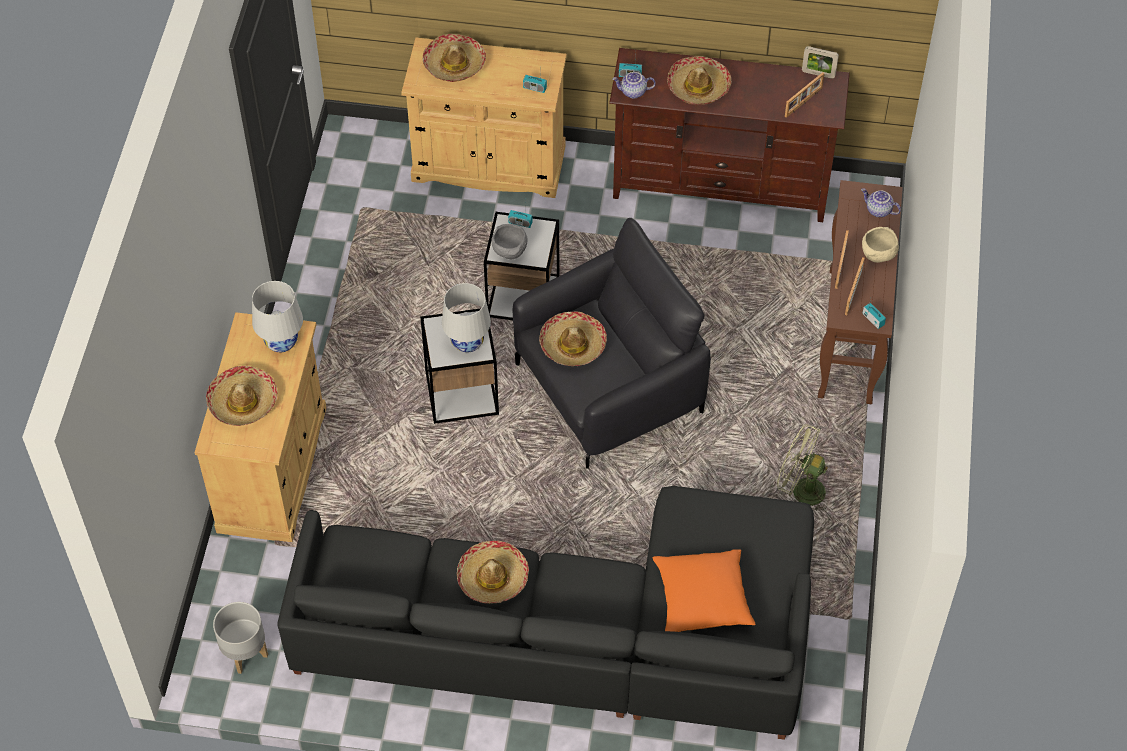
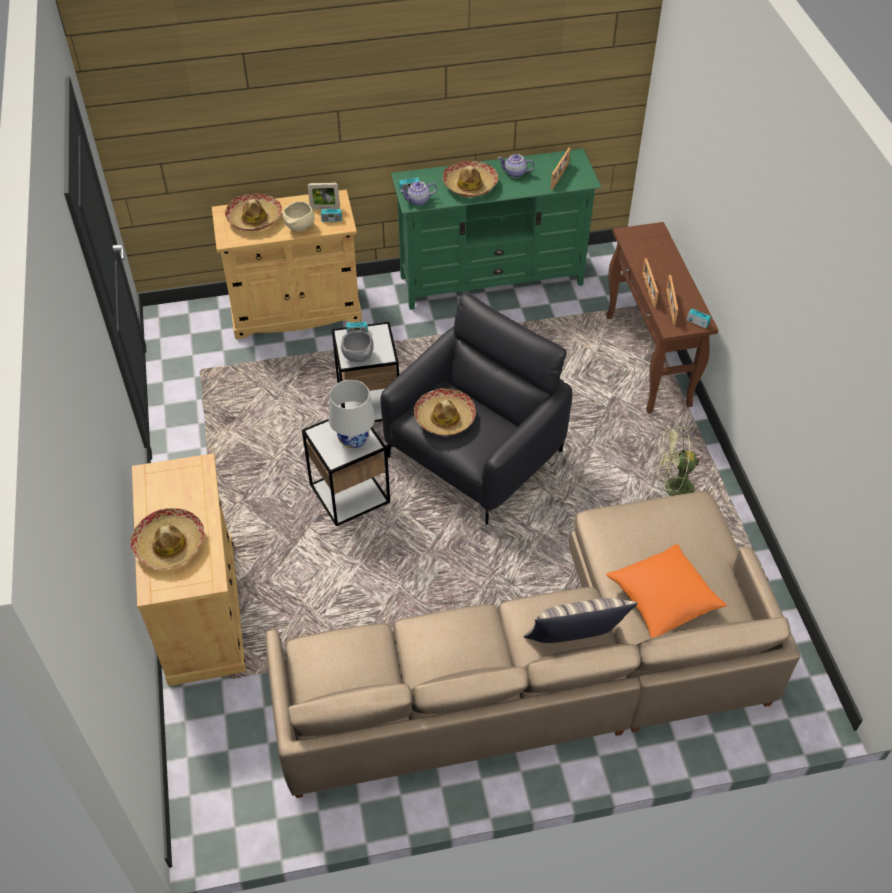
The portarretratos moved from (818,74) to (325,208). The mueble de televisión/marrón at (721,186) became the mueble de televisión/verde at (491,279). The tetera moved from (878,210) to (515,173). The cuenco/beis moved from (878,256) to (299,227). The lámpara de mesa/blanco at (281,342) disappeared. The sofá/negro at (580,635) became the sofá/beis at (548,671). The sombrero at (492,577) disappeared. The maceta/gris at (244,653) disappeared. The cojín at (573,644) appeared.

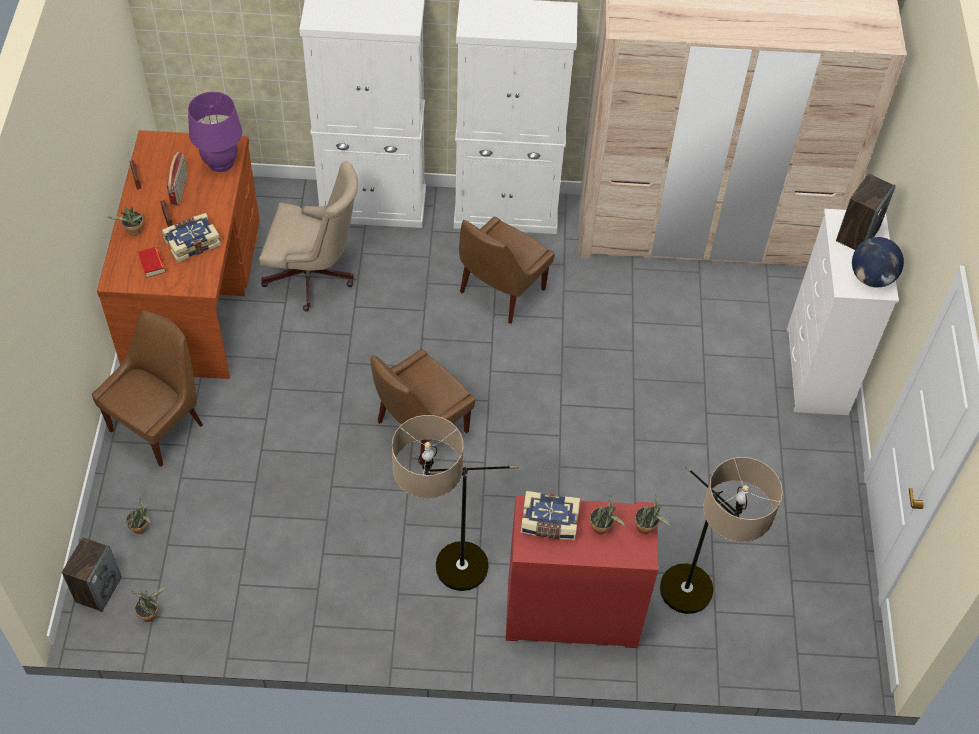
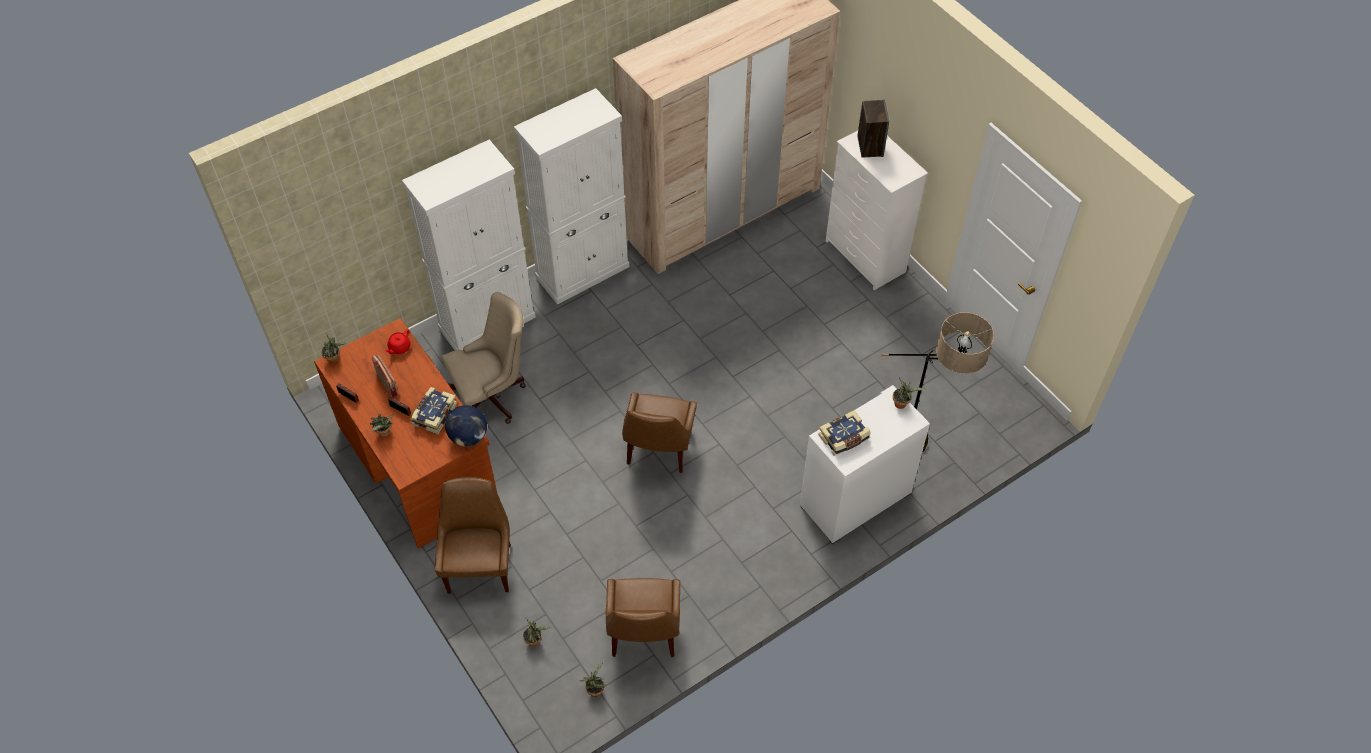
The lámpara de mesa/morado at (220,162) was replaced by the tetera/rojo at (399,347). The silla/marrón moved from (500,292) to (643,634). The globo terráqueo moved from (871,278) to (469,437). The libro at (152,264) disappeared. The lámpara de pie at (443,577) disappeared. The armario/rojo at (571,613) became the armario/blanco at (855,500). The planta en maceta moved from (602,529) to (335,358). The altavoz at (98,589) disappeared.

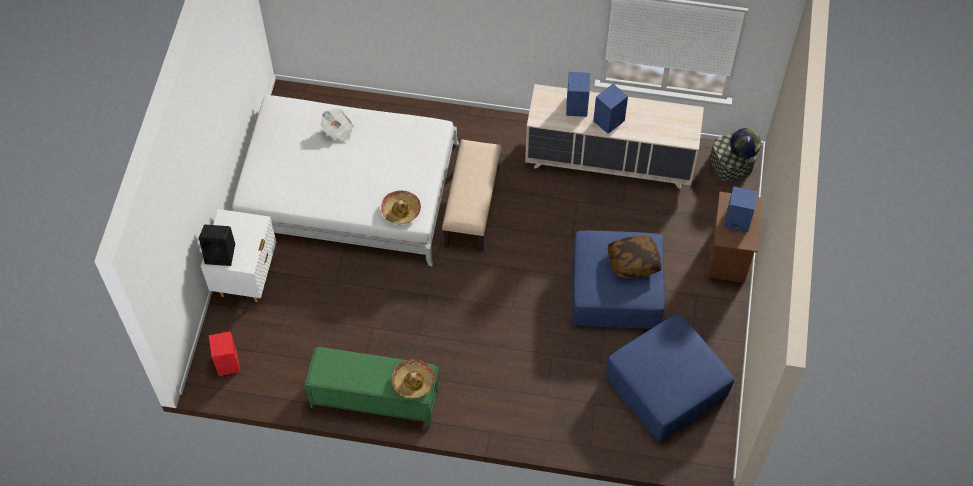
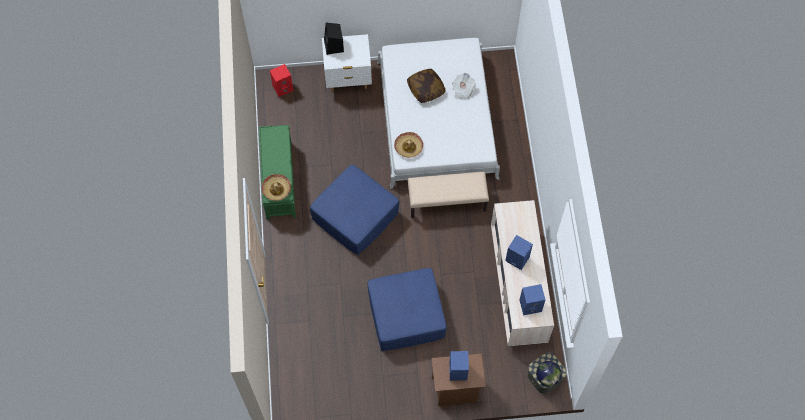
The altavoz/azul moved from (576,106) to (531,305). The cojín moved from (633,262) to (426,89). The puf/azul moved from (666,386) to (355,216).

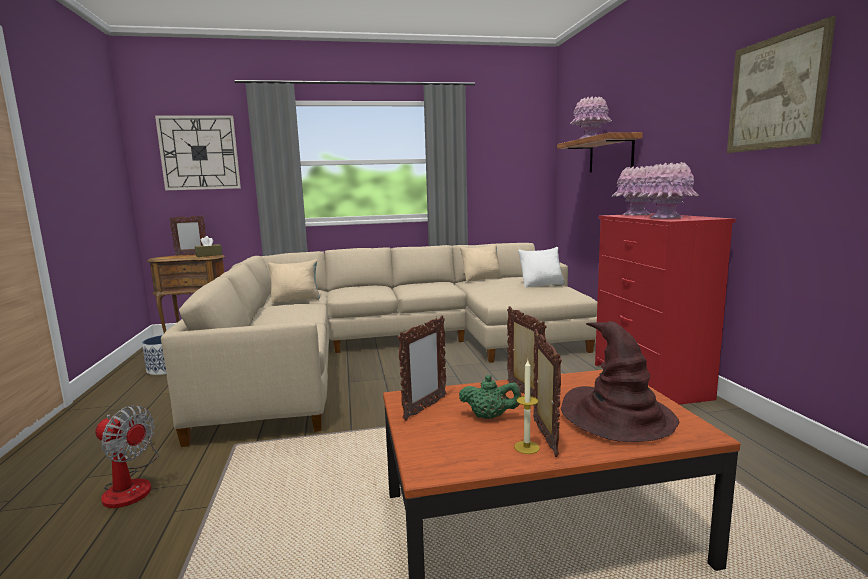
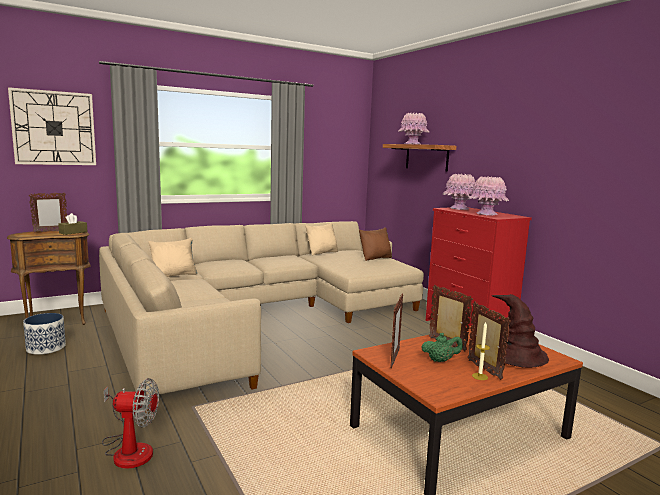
The cuadro at (776,93) disappeared. The cojín/blanco at (542,285) became the cojín/marrón at (375,258).

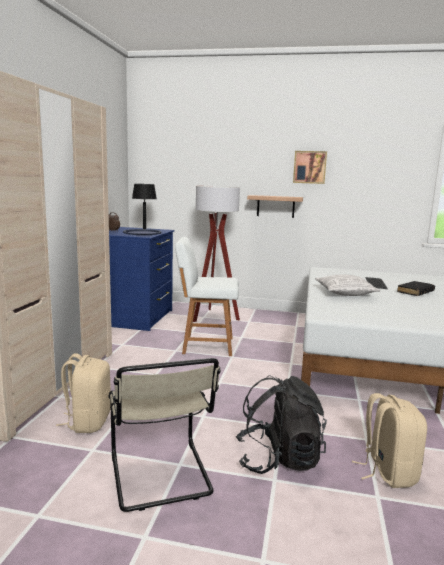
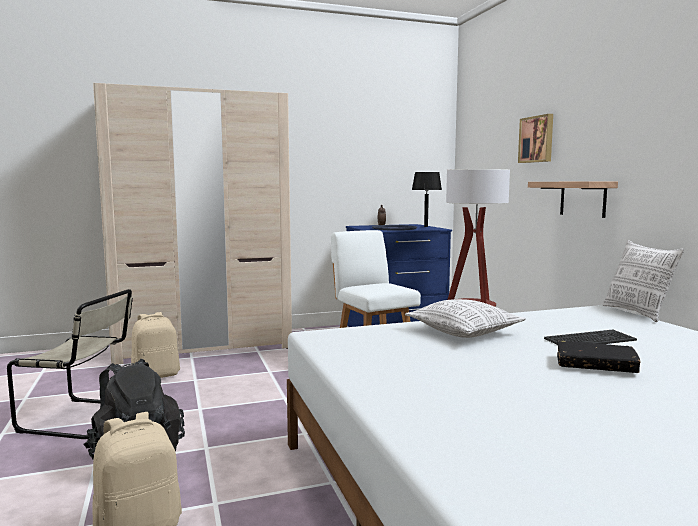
The cuadro moved from (309,167) to (537,139). The silla/beis at (161,477) turned 120 degrees counterclockwise. The cojín at (637,313) appeared.

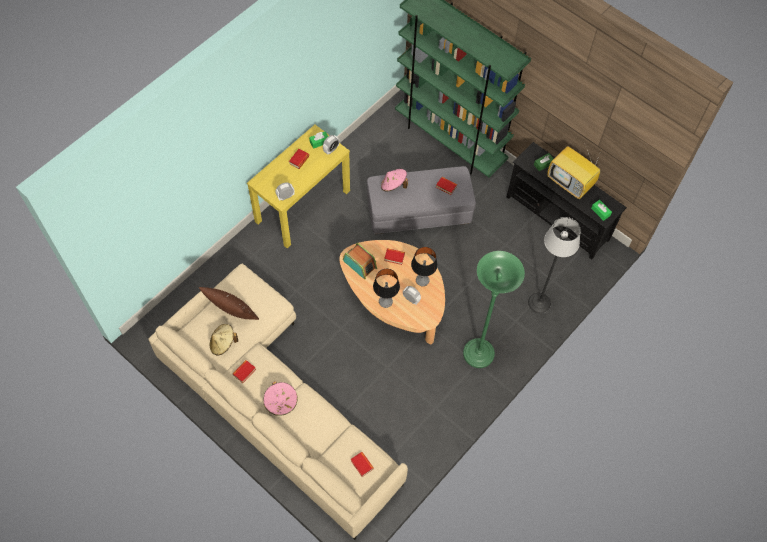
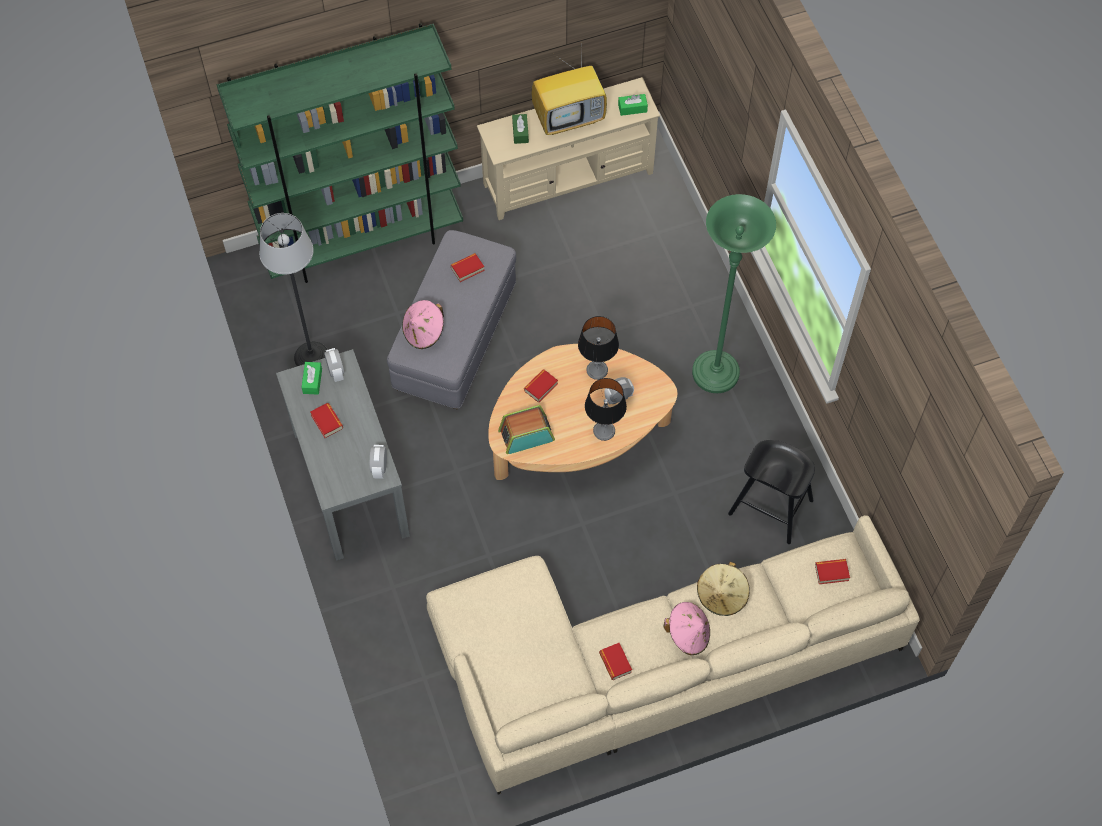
The mesa consola/amarillo at (303,205) became the mesa consola/gris at (349,482). The mueble de televisión/negro at (557,218) became the mueble de televisión/beis at (568,179). The lámpara de pie moved from (539,302) to (311,356). The cojín/marrón at (232,314) disappeared. The sombrero/beis moved from (223,343) to (722,595). The taburete/negro at (770,507) appeared.

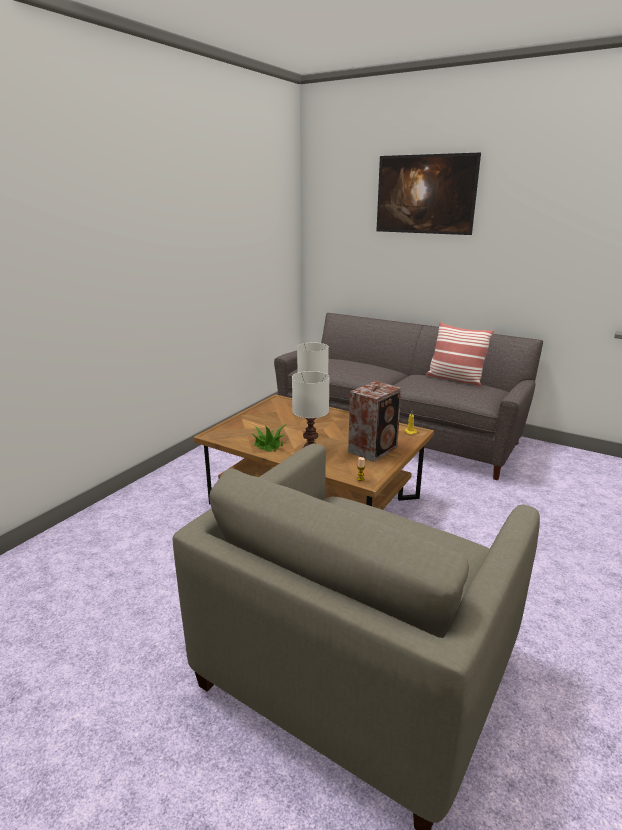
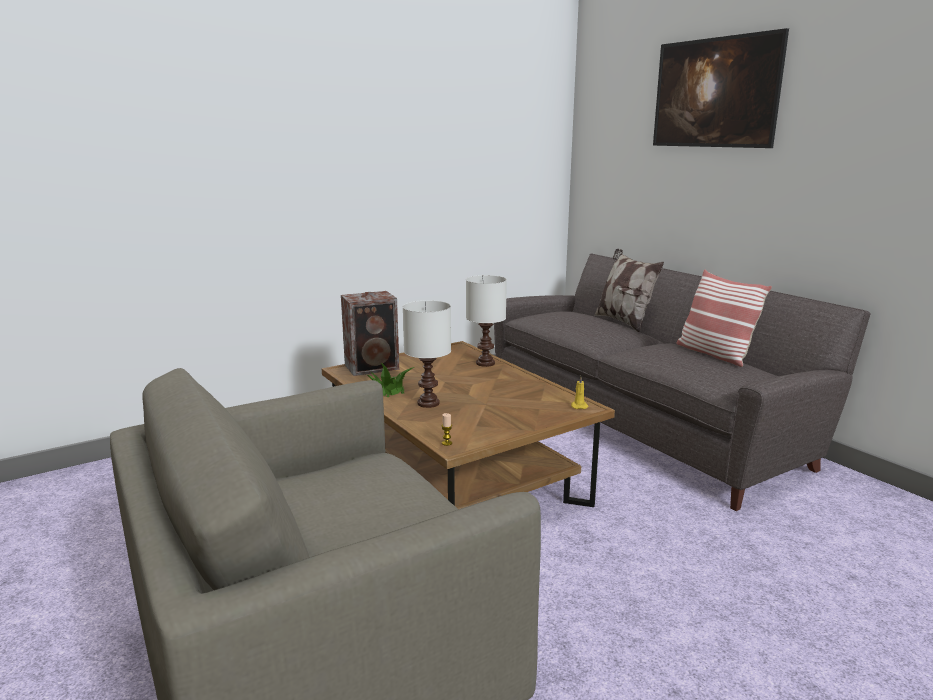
The altavoz moved from (374,449) to (373,367). The cojín at (624,322) appeared.

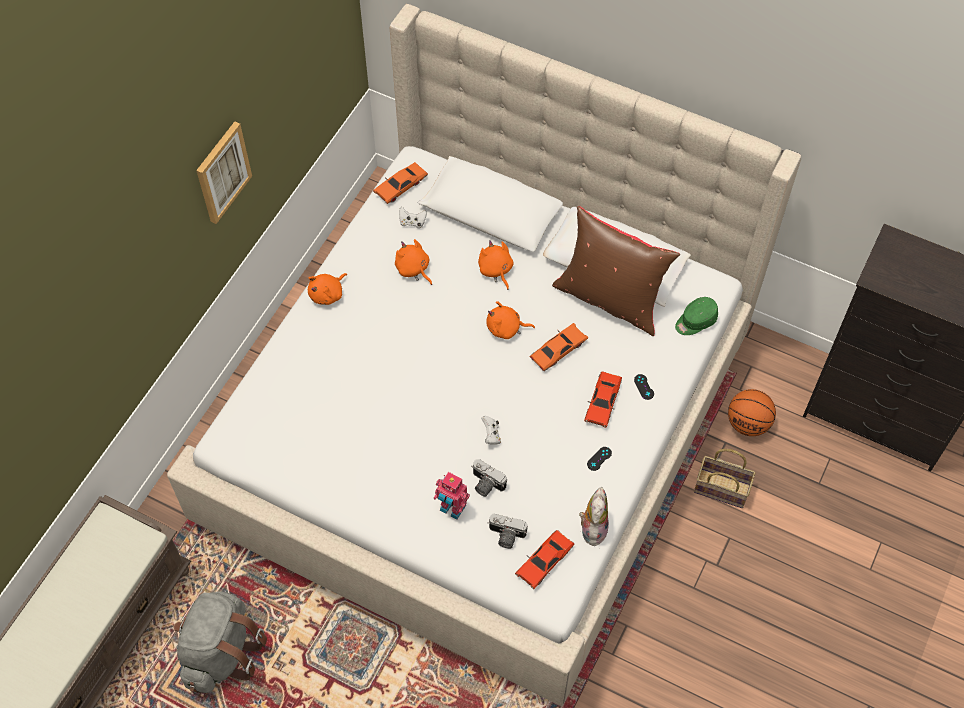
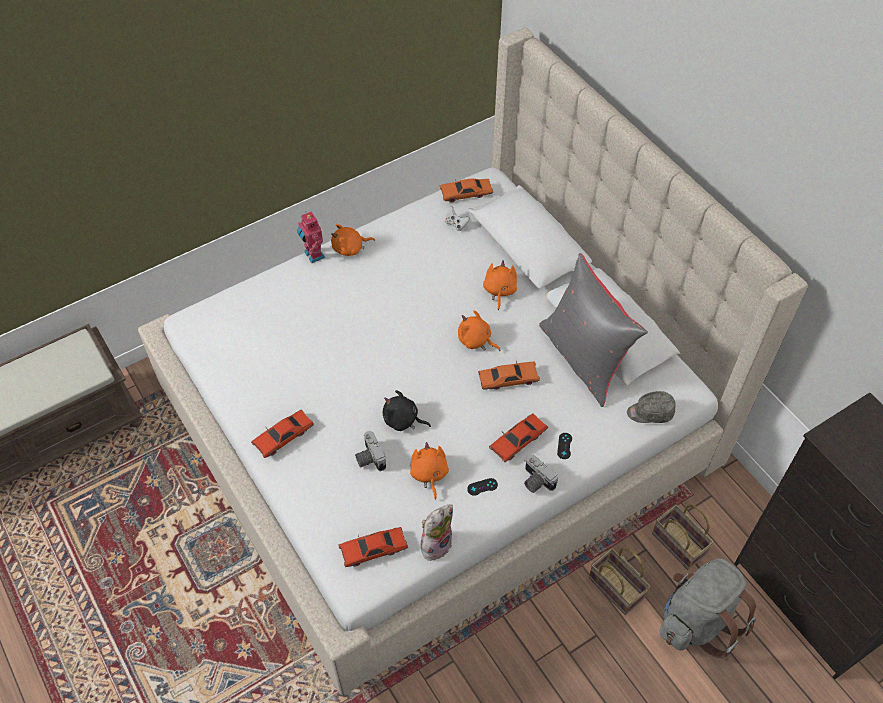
The cuadro at (222,172) disappeared. The cojín/marrón at (610,298) became the cojín/gris at (584,358). The peluche/naranja moved from (413,269) to (429,474). The gorra/verde at (695,321) became the gorra/gris at (650,413). The balón de baloncesto at (747,423) was replaced by the cesta at (677,543). The mando de consola/blanco at (491,435) was replaced by the peluche/negro at (403,420). The robot de juguete moved from (451,509) to (313,255). The cámara moved from (505,536) to (535,481). The mochila/gris moved from (221,653) to (697,620). The coche de juguete/rojo at (283,437) appeared.

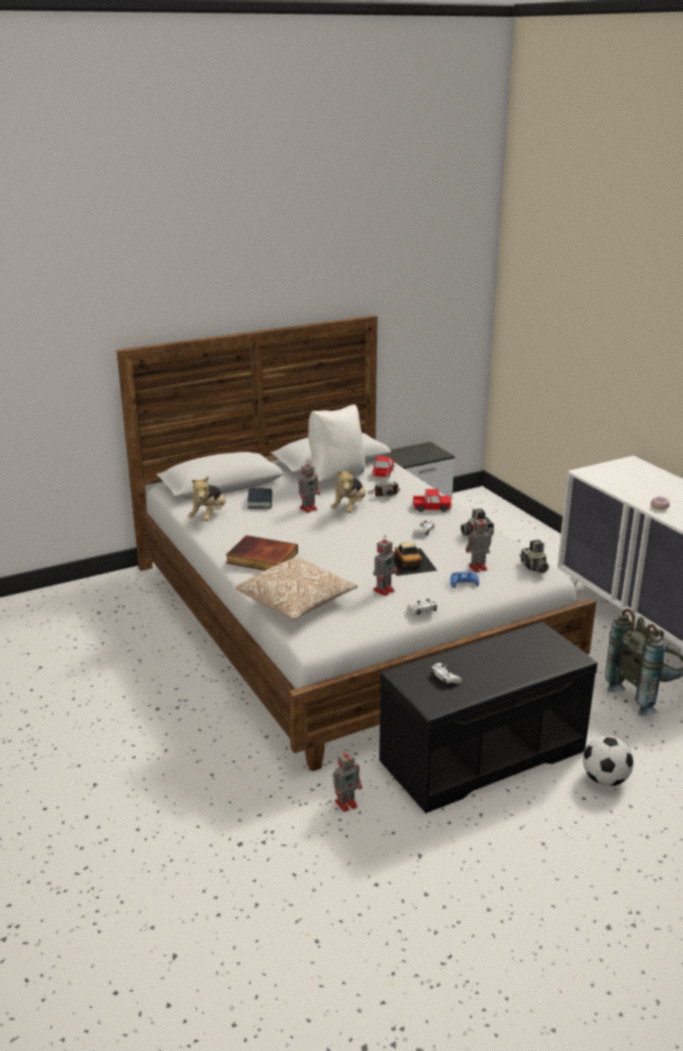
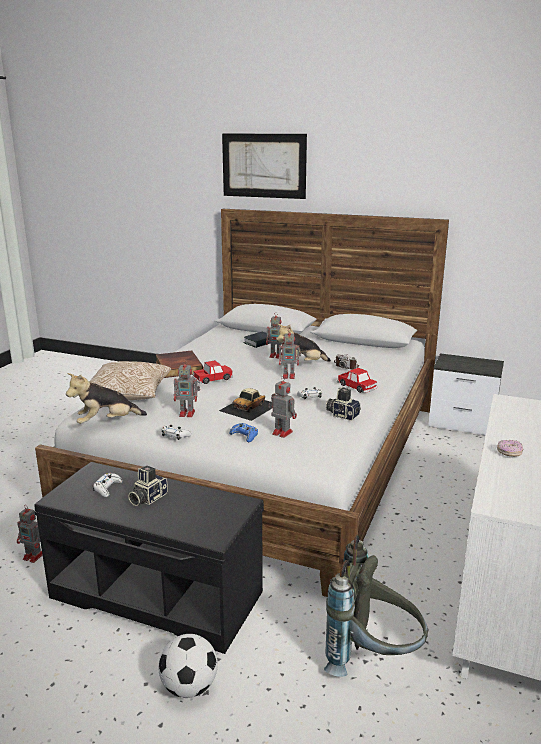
The cojín/blanco at (336,477) disappeared. The coche de juguete moved from (382,473) to (213,379). The peluche moved from (209,516) to (106,422). The cámara moved from (534,568) to (147,498). The cuadro at (263,165) appeared. The robot de juguete at (289,376) appeared.

